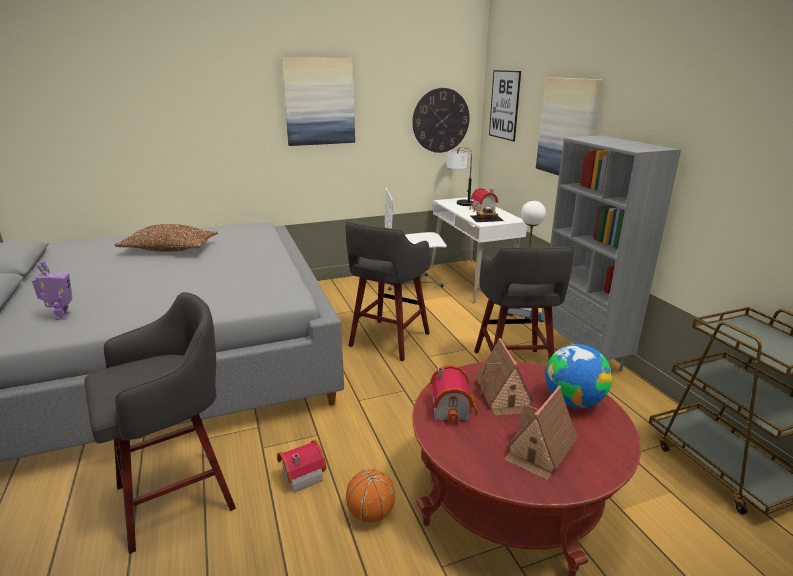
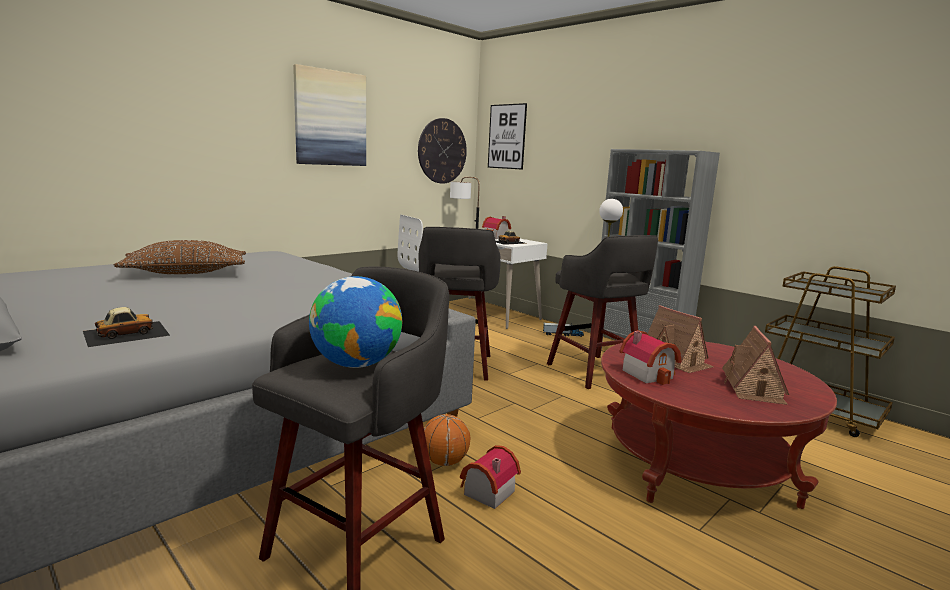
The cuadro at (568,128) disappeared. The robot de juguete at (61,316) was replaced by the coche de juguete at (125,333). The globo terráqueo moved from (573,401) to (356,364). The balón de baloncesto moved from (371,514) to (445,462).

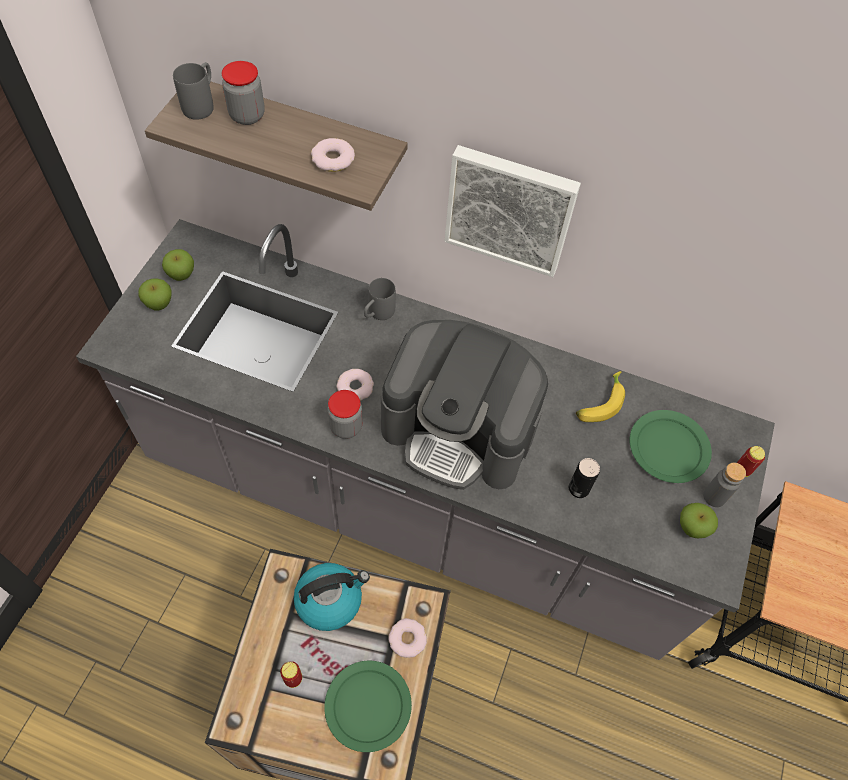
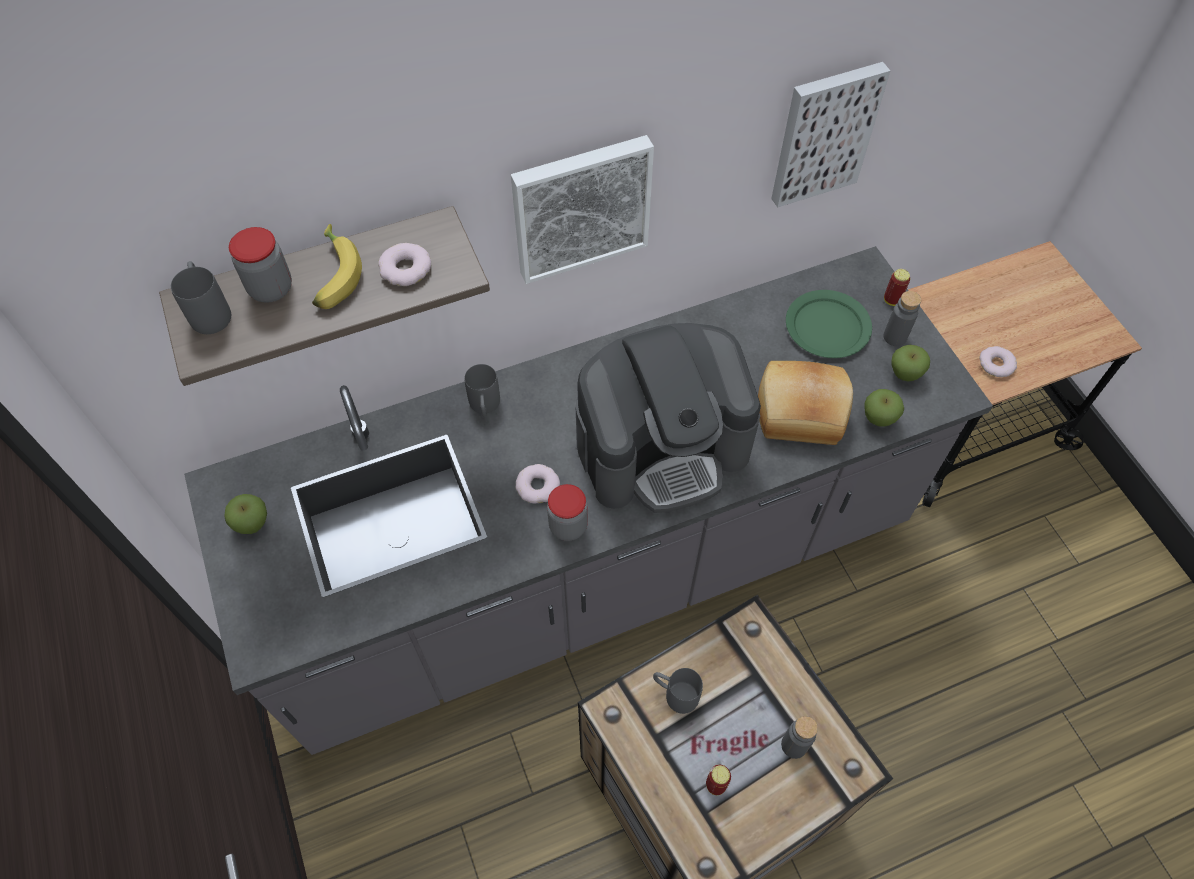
The manzana moved from (159,304) to (878,418). The plátano moved from (599,402) to (333,275). The lata at (578,489) was replaced by the pan at (800,414). The hervidor at (330,600) was replaced by the taza grande/gris at (674,694). The rosquilla moved from (407,639) to (996,364). The plato/verde at (367,705) was replaced by the botella/gris at (794,745). The cuadro at (823,133) appeared.

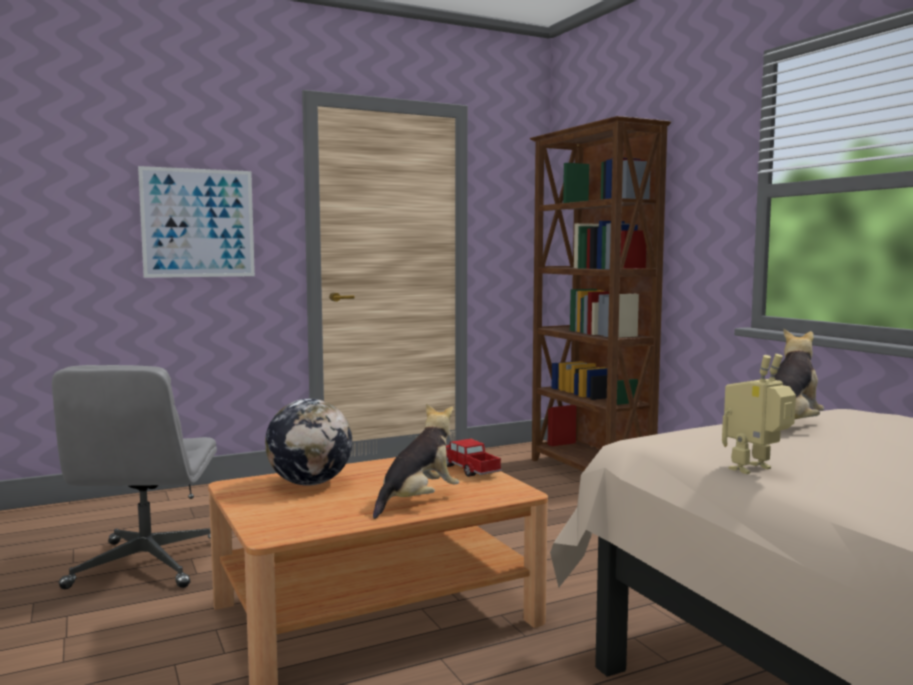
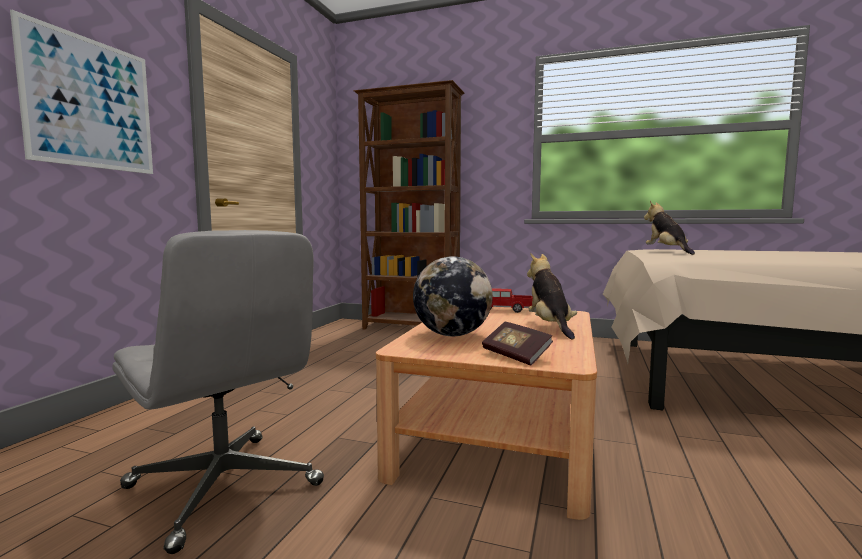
The robot de juguete at (756,470) disappeared. The libro at (516,355) appeared.

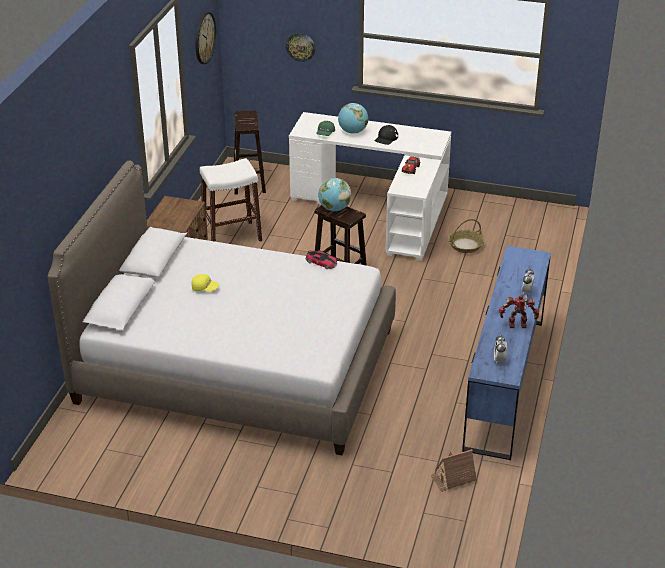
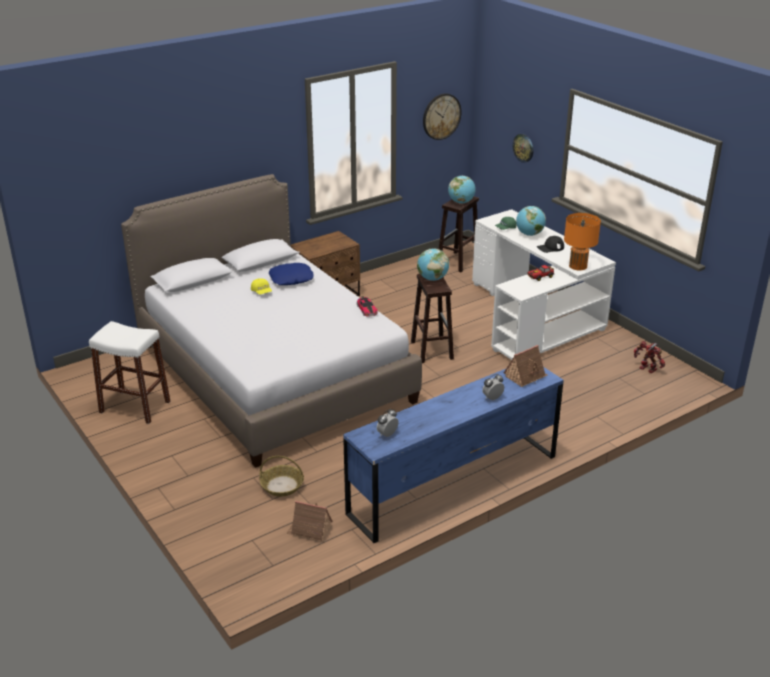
The taburete/blanco moved from (232,236) to (135,407). The cesta moved from (465,245) to (281,486). The robot de juguete moved from (517,325) to (647,369). The globo terráqueo at (461,202) appeared. The lámpara de mesa/naranja at (578,266) appeared. The cojín/azul at (291,279) appeared. The casita at (525,376) appeared.

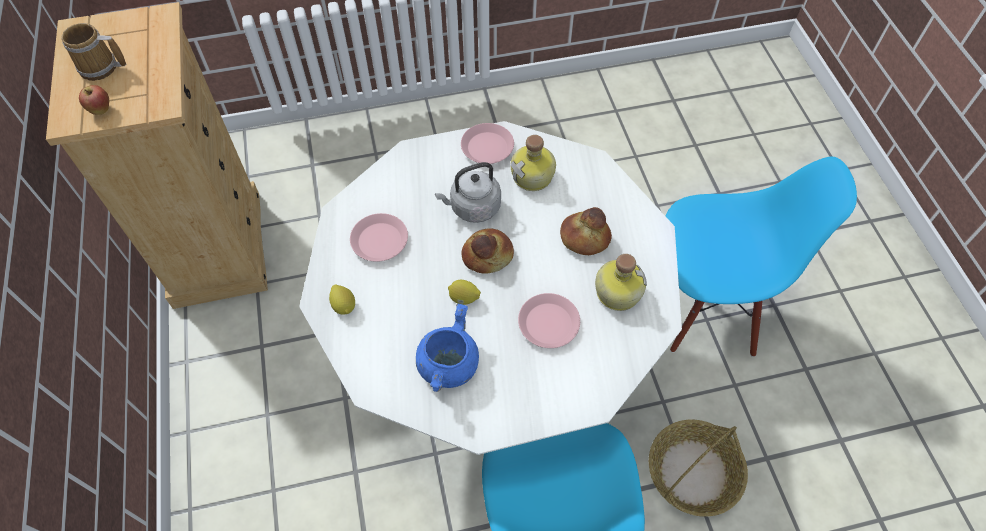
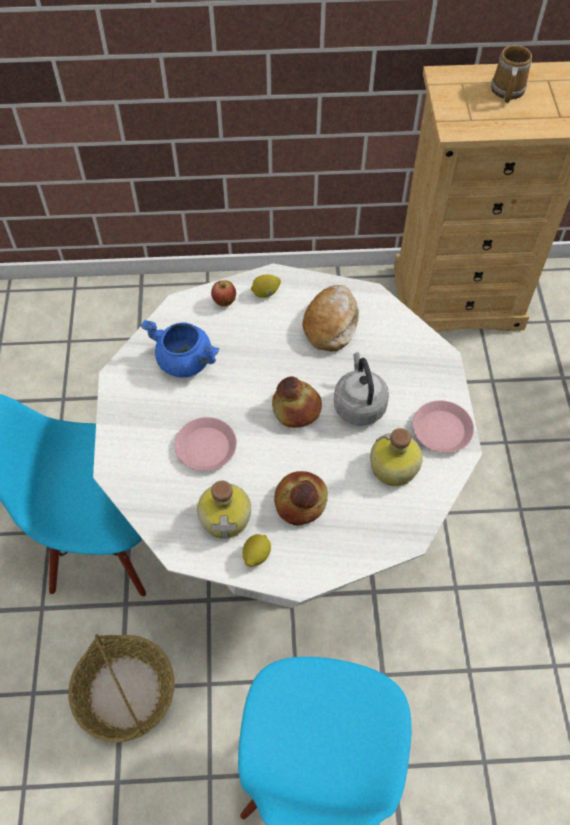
The manzana moved from (101,110) to (224,302). The plato/rosa at (379,241) was replaced by the pan at (331,323). The limón moved from (464,298) to (256,555).

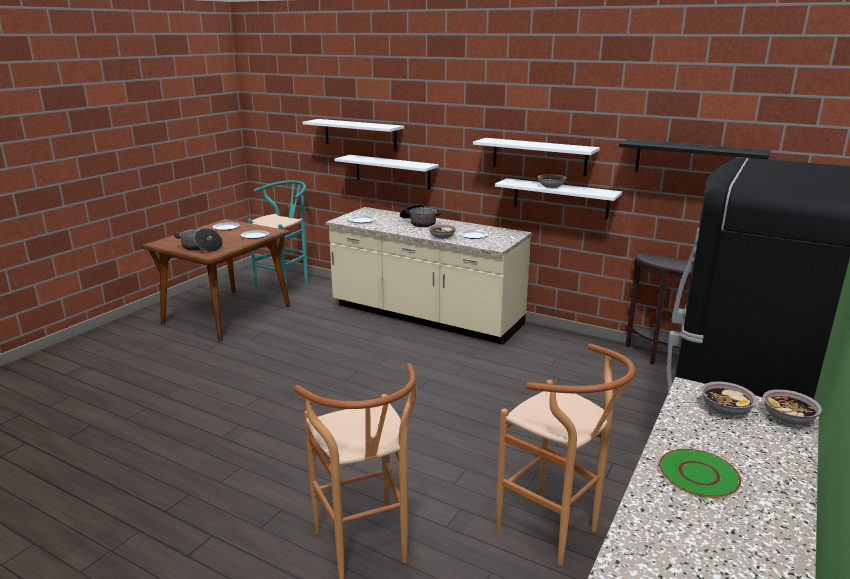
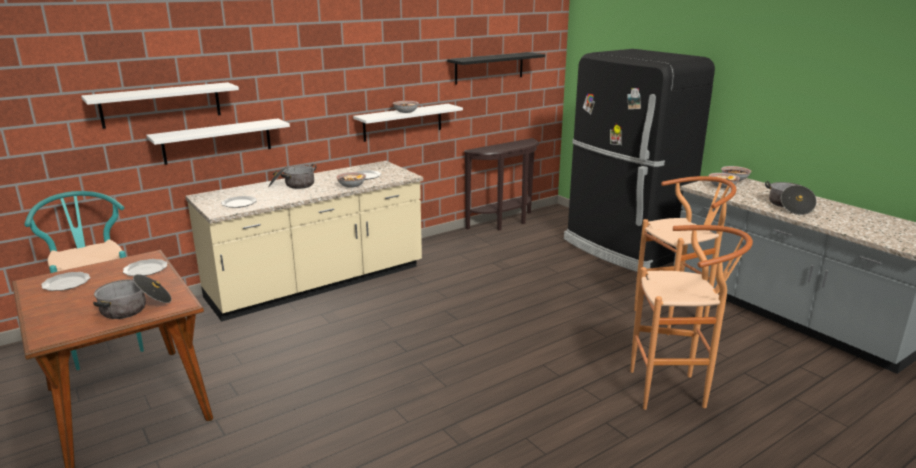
The estante/blanco at (539,156) disappeared. The plato/verde at (699,475) was replaced by the olla at (788,206).

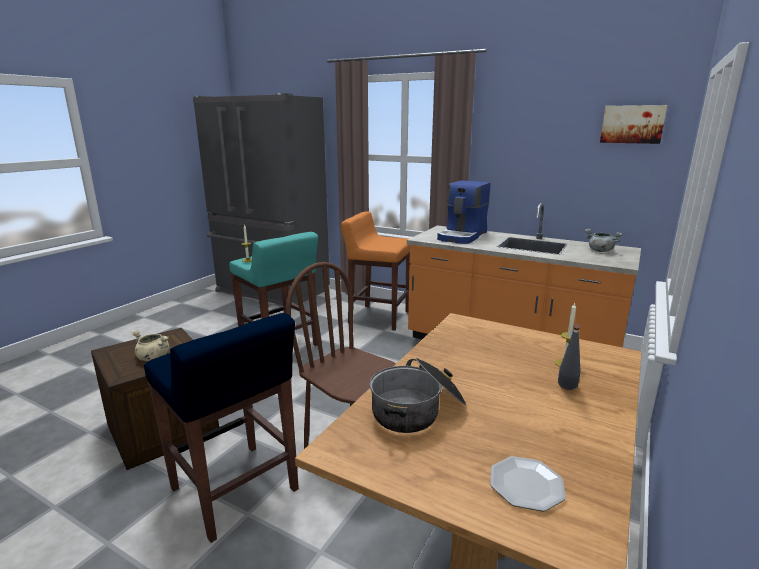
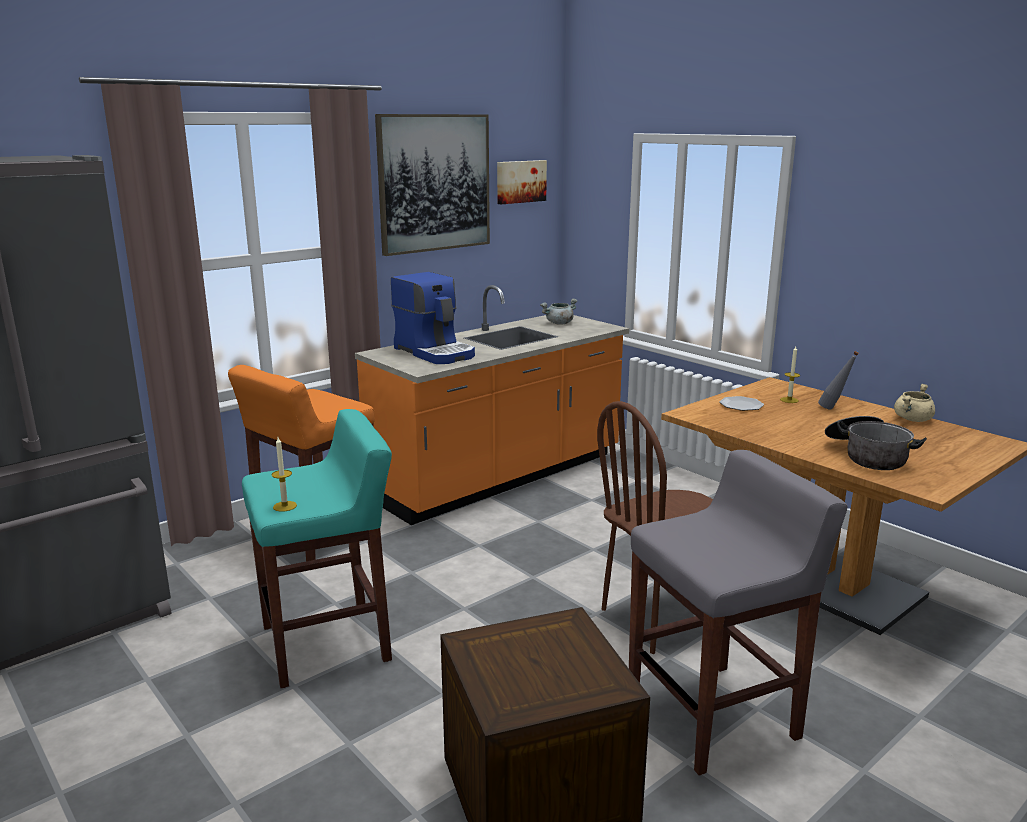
The taburete/azul at (235,491) became the taburete/gris at (715,716). The olla/beis moved from (152,357) to (913,420). The plato moved from (526,485) to (741,405). The cuadro at (434,183) appeared.

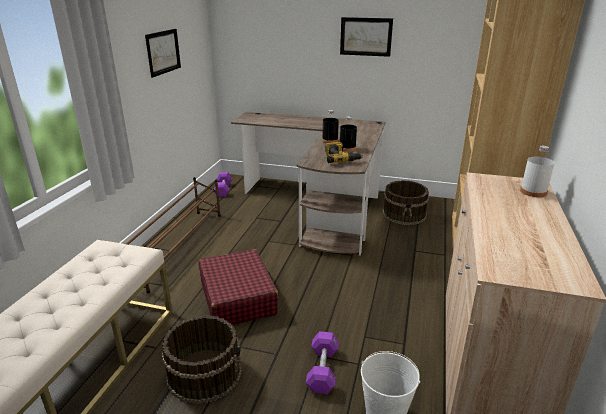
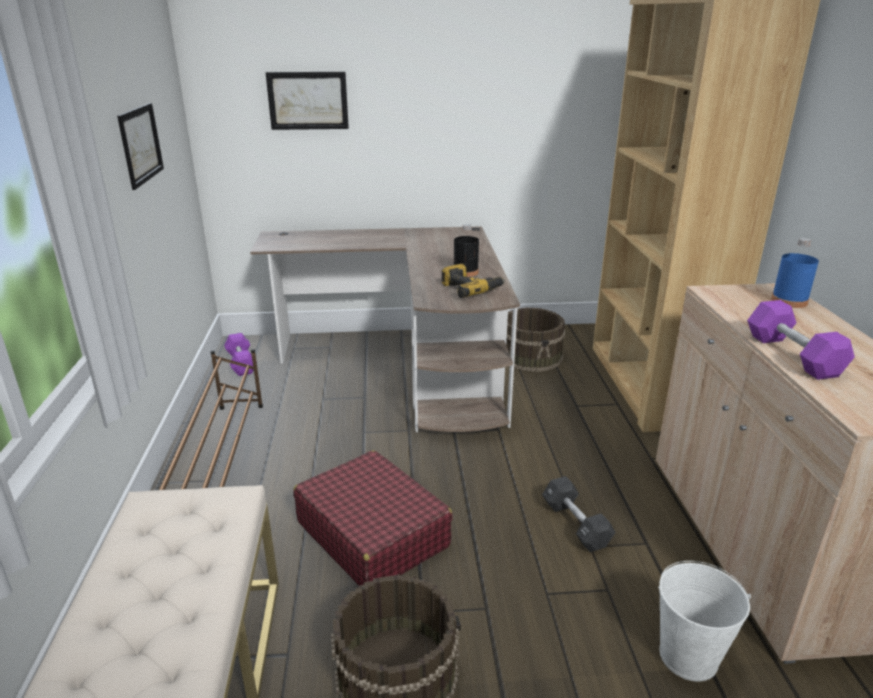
The cuadro moved from (366,36) to (308,100). The botella/negro at (330,140) disappeared. The botella/blanco at (533,192) became the botella/azul at (789,301). The mancuerna/morado moved from (322,370) to (793,355). The mancuerna/negro at (575,524) appeared.

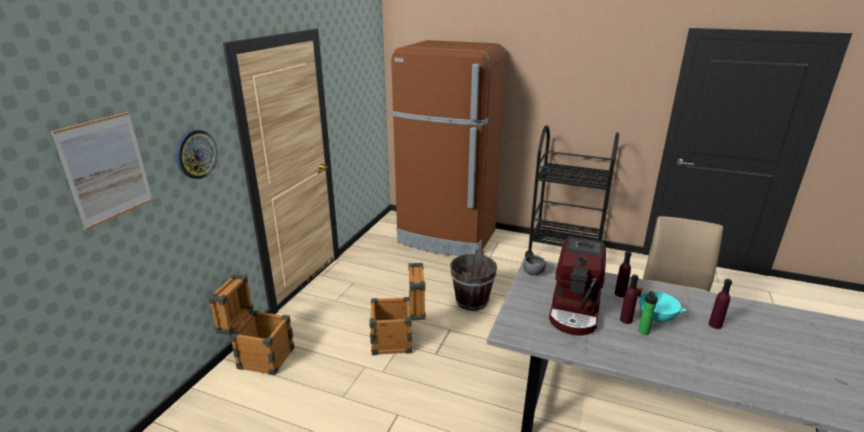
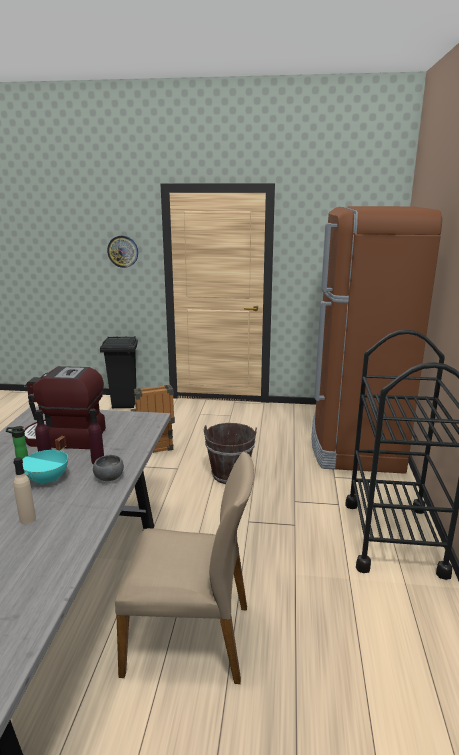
The cuadro at (106,169) disappeared. The cuenco/gris moved from (533,272) to (110,478). The caja de embalaje at (260,356) was replaced by the papelera/negro at (124,404). The botella/morado at (715,325) became the botella/beis at (27,519).

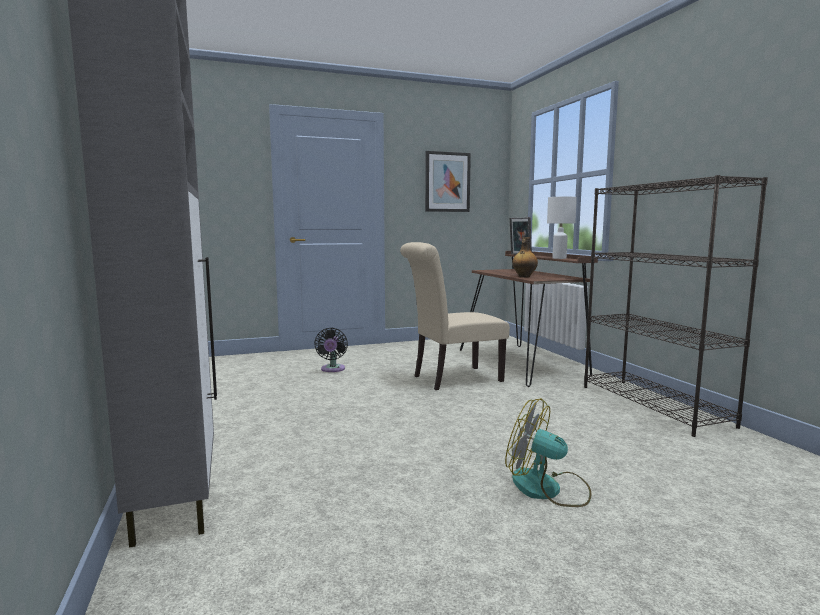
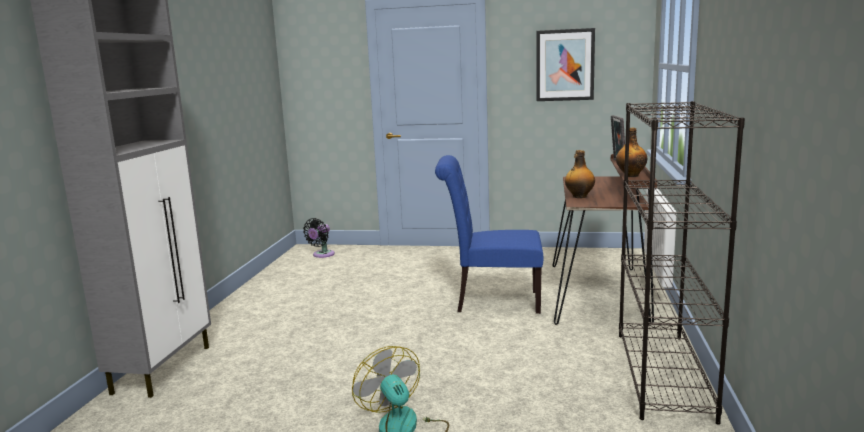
The lámpara de mesa/blanco at (559,258) was replaced by the botella at (631,175). The silla/beis at (452,379) became the silla/azul at (492,301). The ventilador/negro moved from (332,369) to (322,255).

